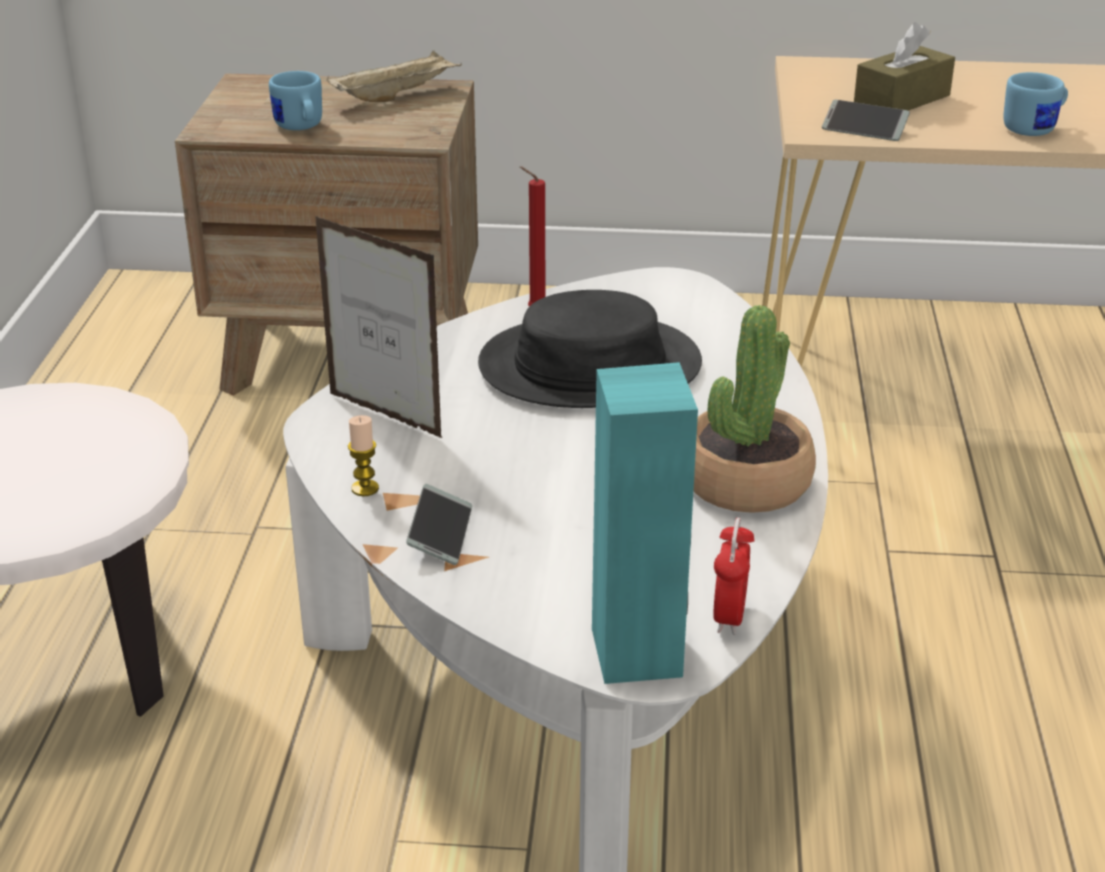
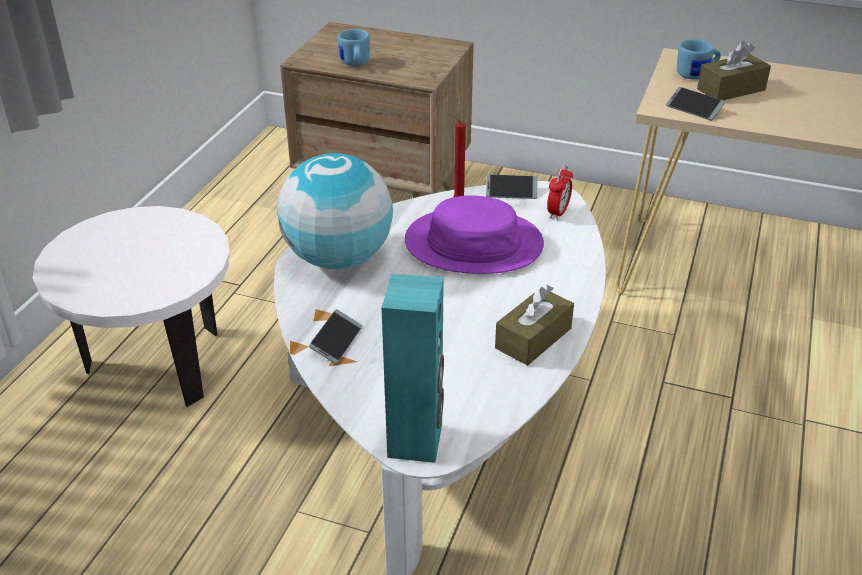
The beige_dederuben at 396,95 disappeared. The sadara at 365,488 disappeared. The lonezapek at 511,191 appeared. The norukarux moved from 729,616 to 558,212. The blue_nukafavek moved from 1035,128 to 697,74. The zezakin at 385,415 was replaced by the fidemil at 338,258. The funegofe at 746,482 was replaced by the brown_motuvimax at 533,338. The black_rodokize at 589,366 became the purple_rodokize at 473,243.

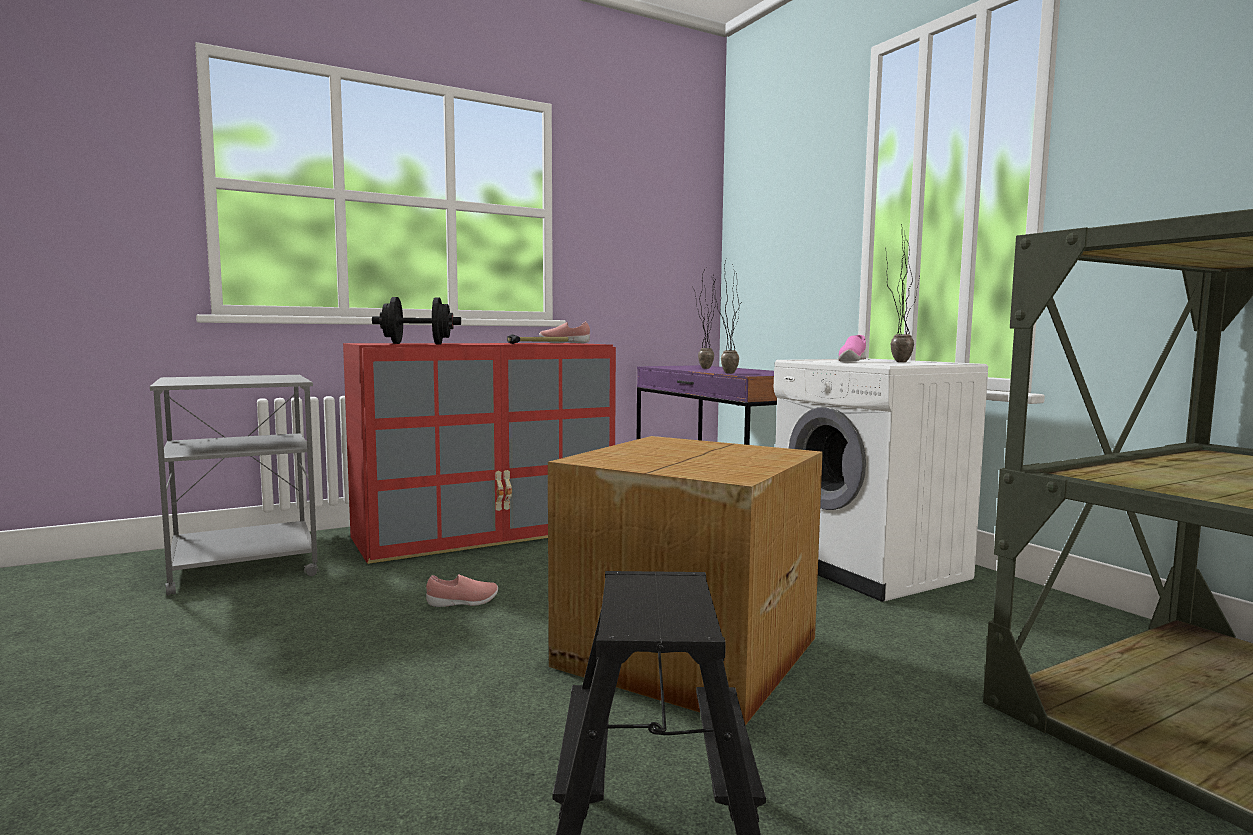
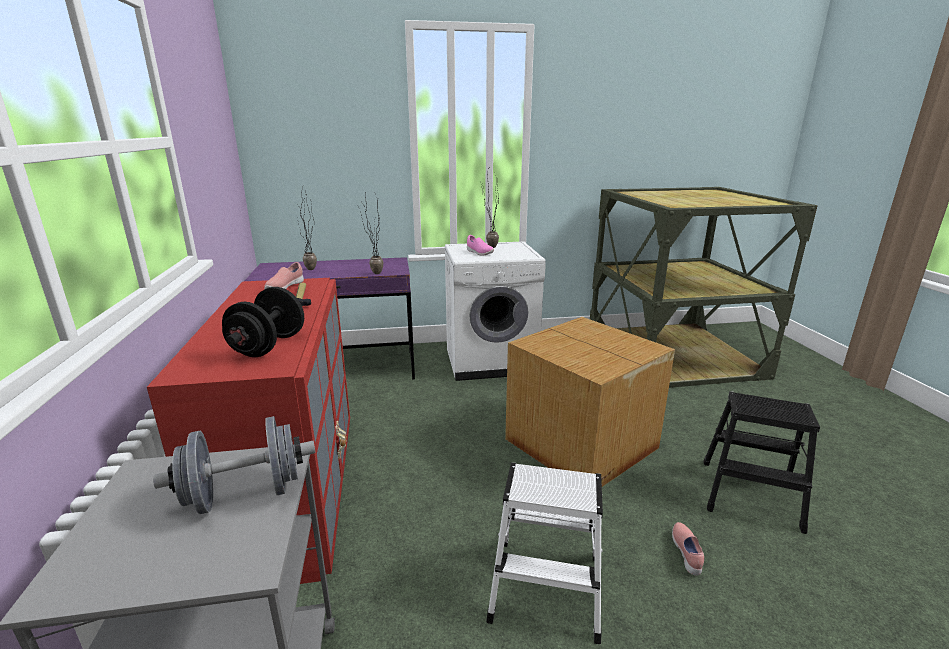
The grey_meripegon at 245,494 appeared. The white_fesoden at 545,585 appeared. The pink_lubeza moved from 463,603 to 687,553.

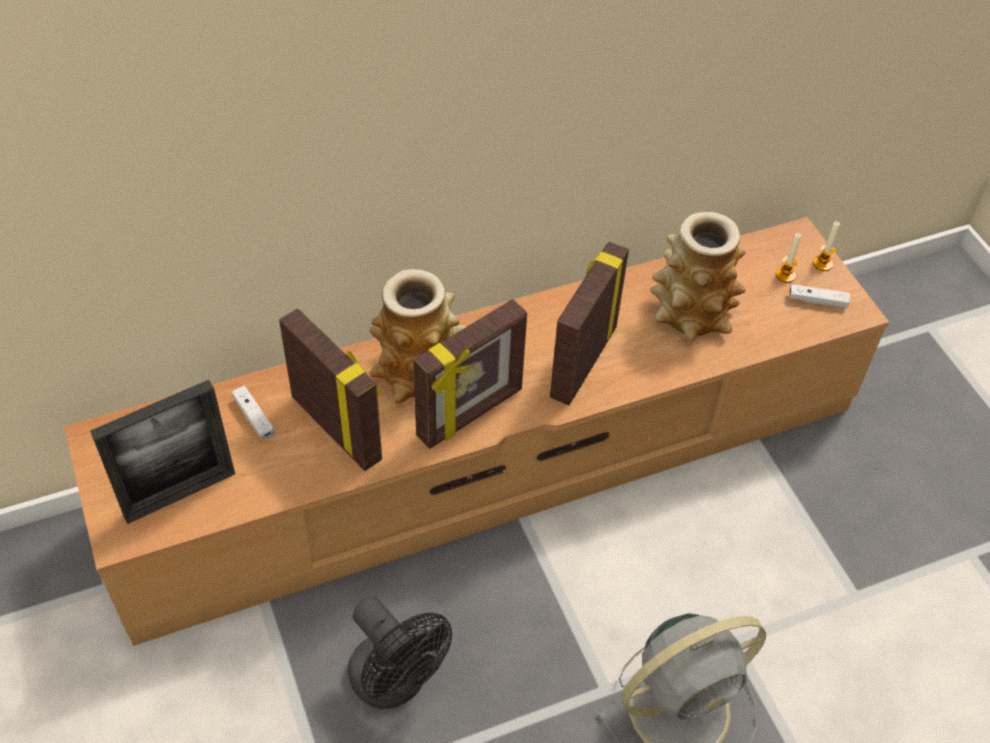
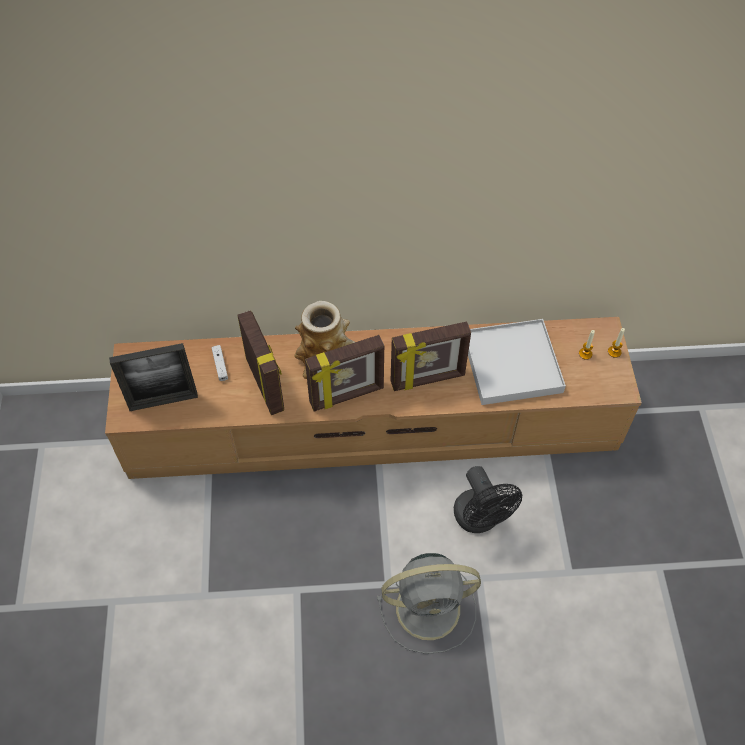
The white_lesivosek at 817,301 disappeared. The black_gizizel moved from 396,683 to 480,520. The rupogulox at 691,312 was replaced by the white_dederuben at 511,364. The zezakin at 581,362 turned 150 degrees counterclockwise.

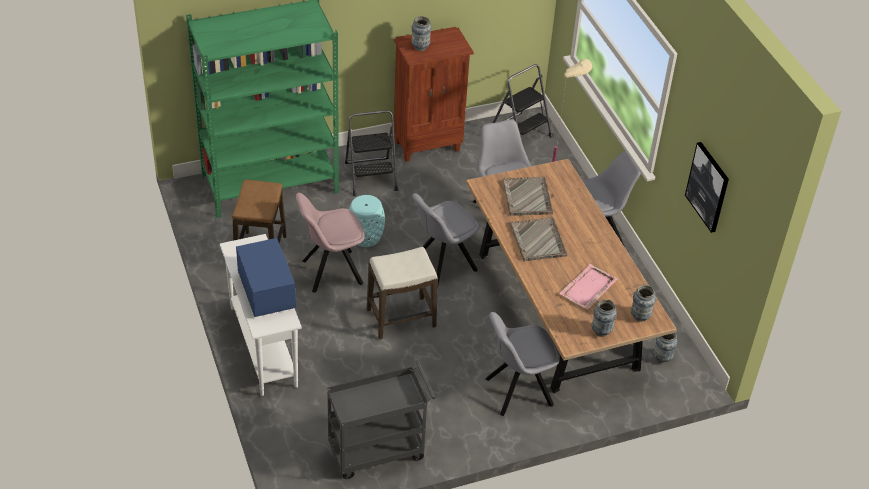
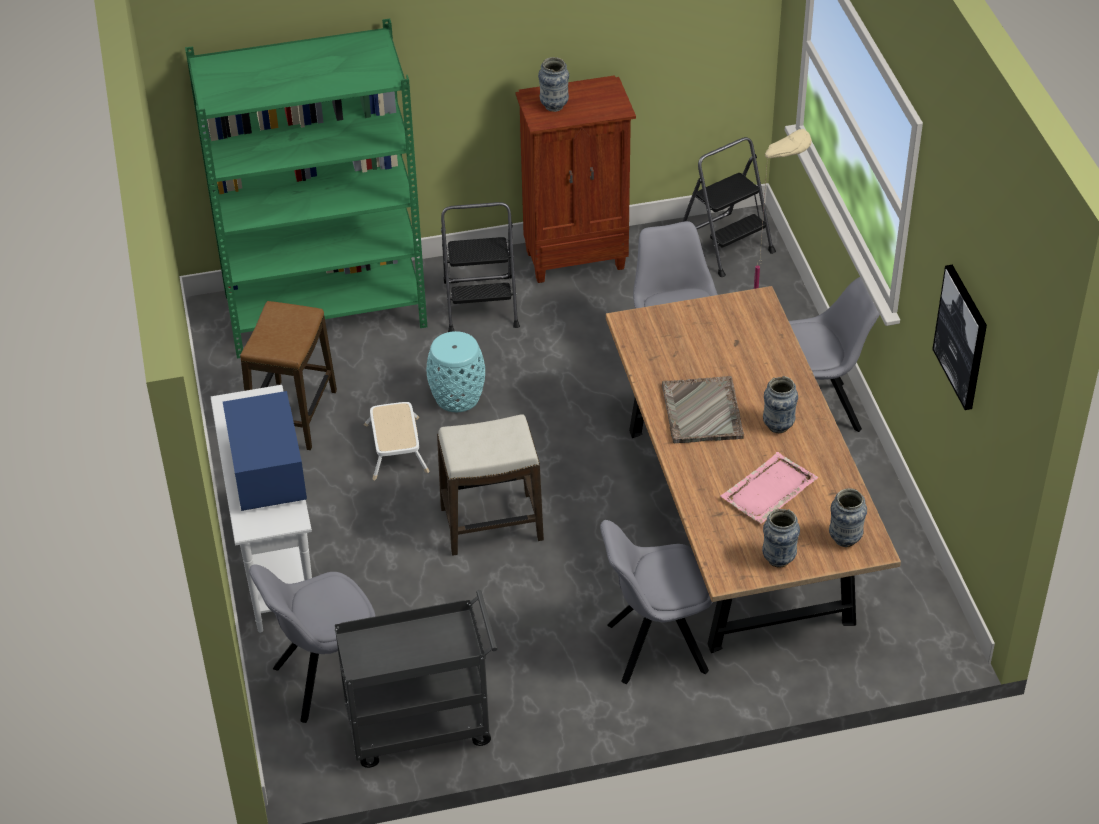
The grey_dederuben at 527,197 disappeared. The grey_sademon moved from 442,265 to 326,679. The rupogulox moved from 662,358 to 778,426. The pink_sademon at 331,272 was replaced by the beige_fesoden at 396,448.

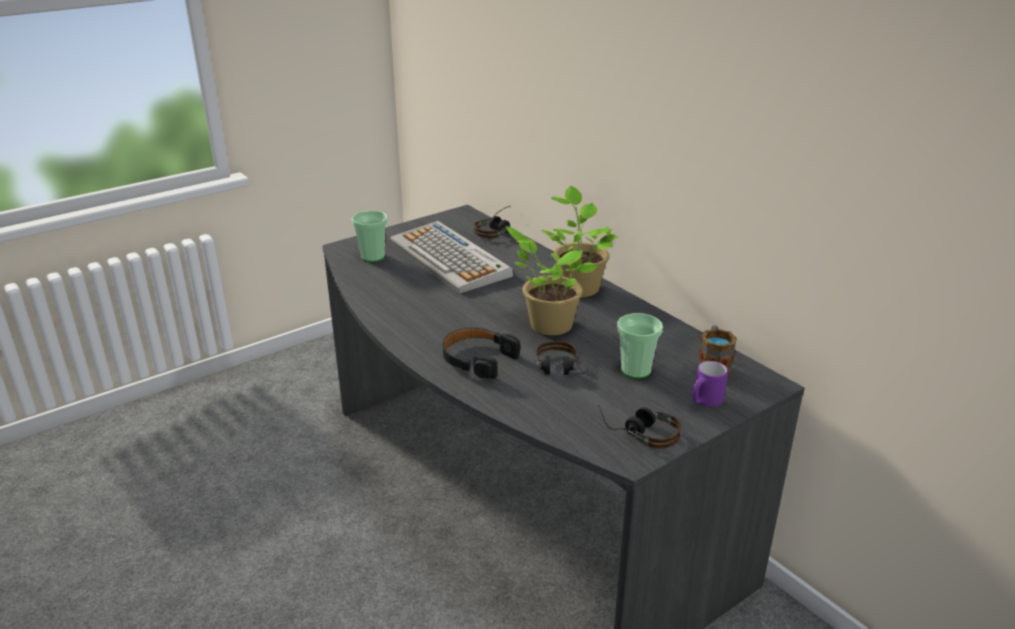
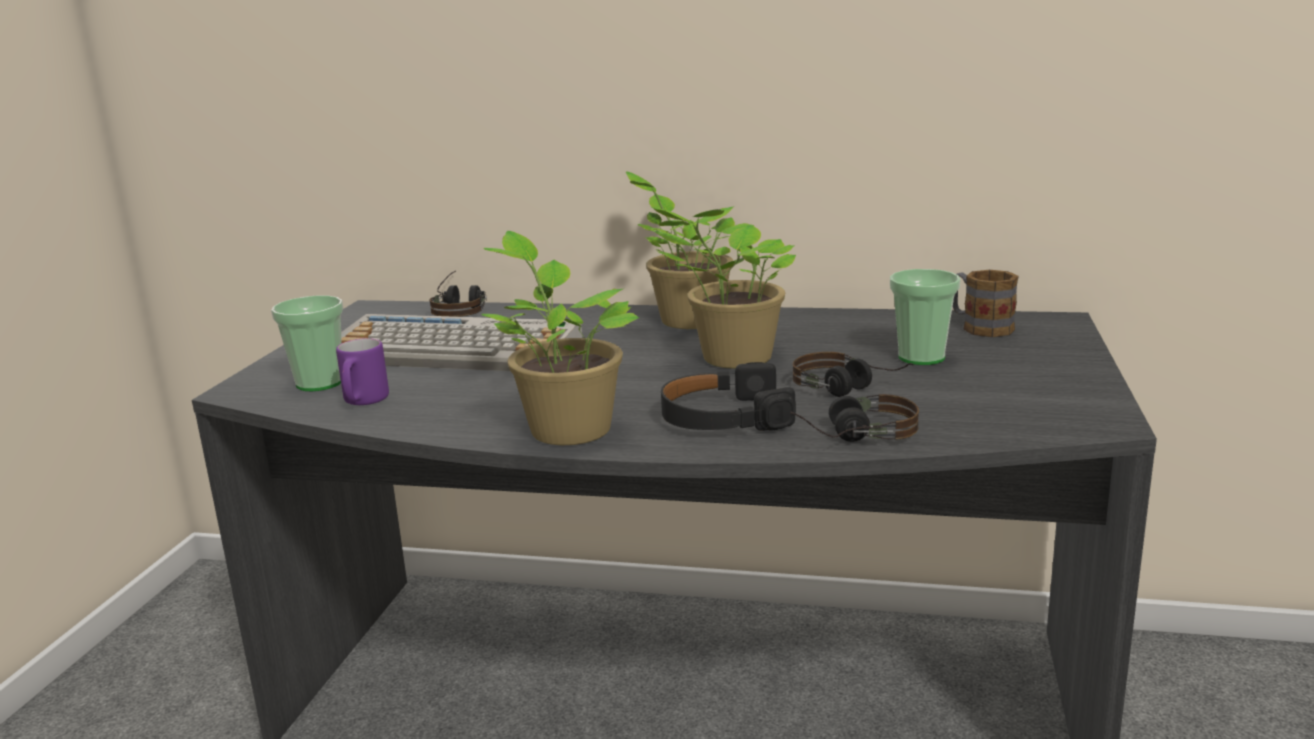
The funegofe at 566,428 appeared. The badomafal moved from 638,432 to 852,436. The purple_nukafavek moved from 704,402 to 363,402.

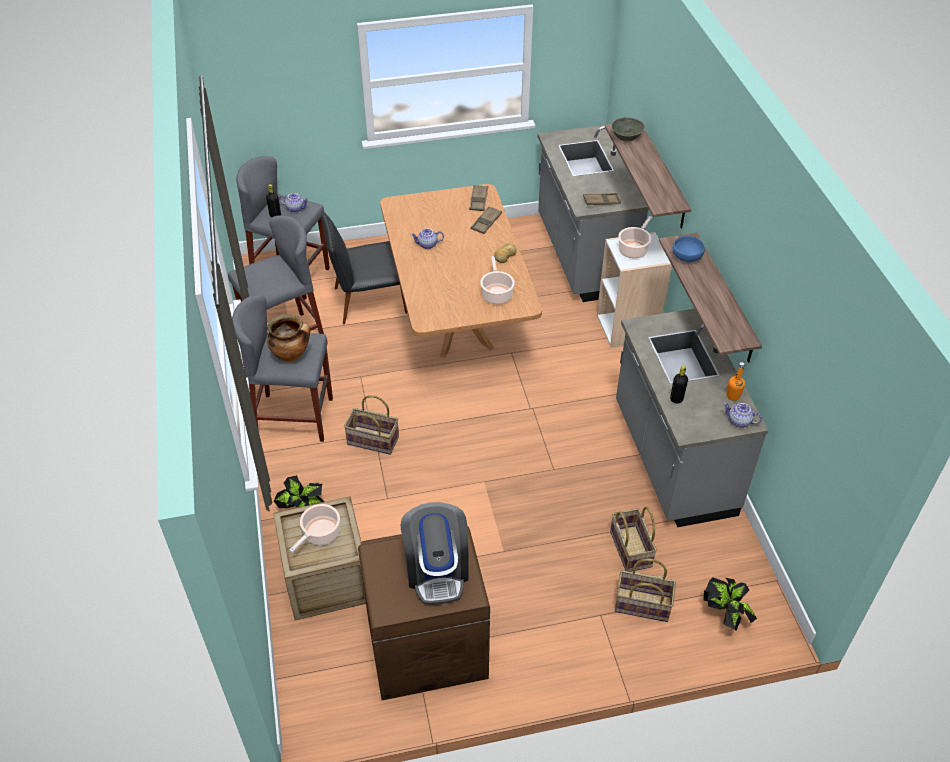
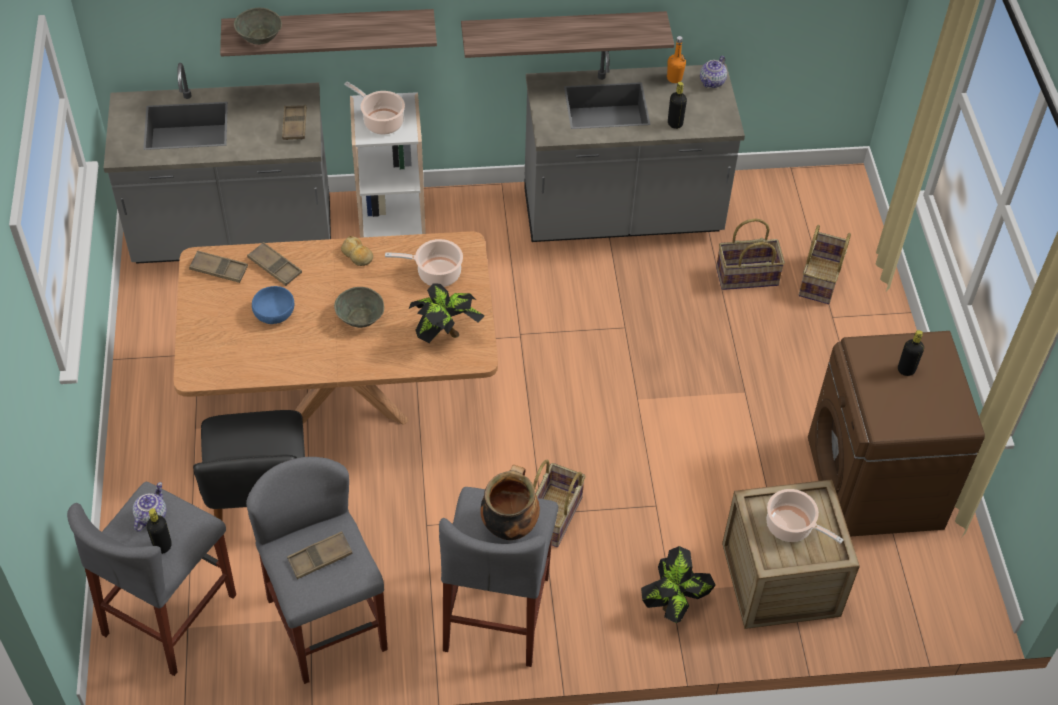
The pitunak at 427,245 disappeared. The brown_dederuben at 320,558 appeared. The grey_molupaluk at 361,317 appeared. The blue_molupaluk moved from 687,256 to 275,313. The funegofe moved from 724,616 to 445,334. The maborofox at 437,570 was replaced by the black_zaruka at 906,370.

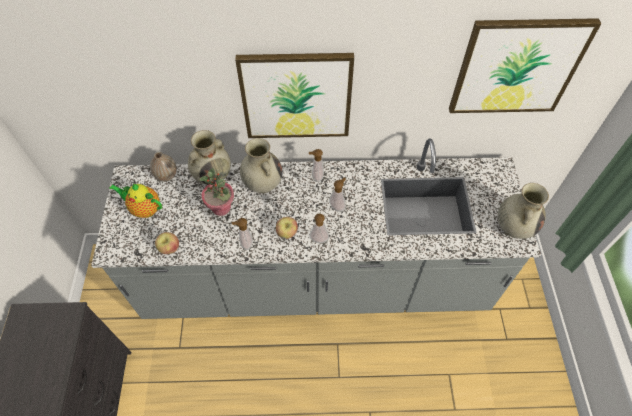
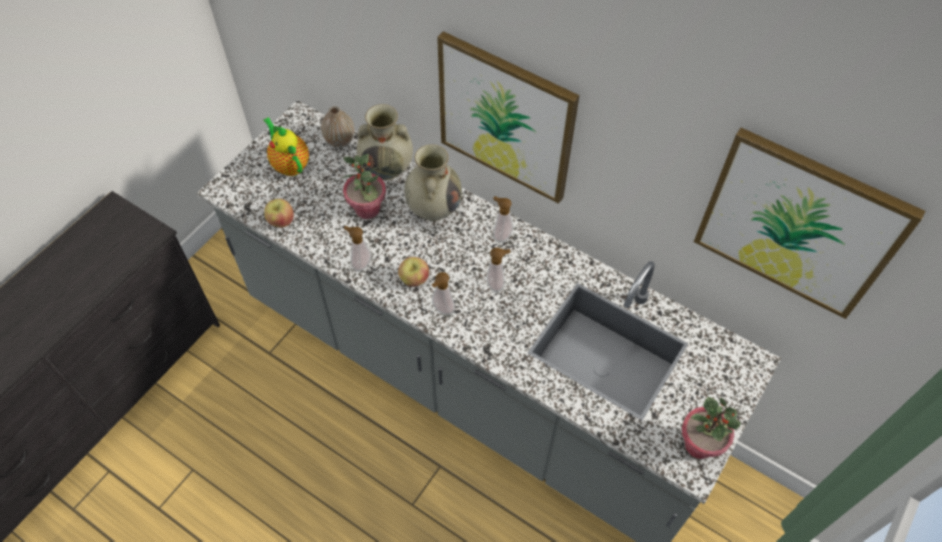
The beige_rupogulox at 514,227 was replaced by the funegofe at 699,445.

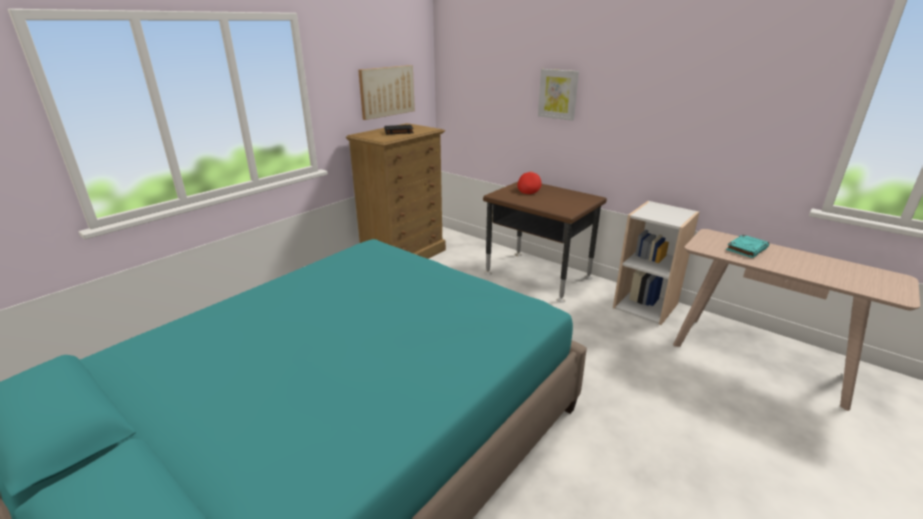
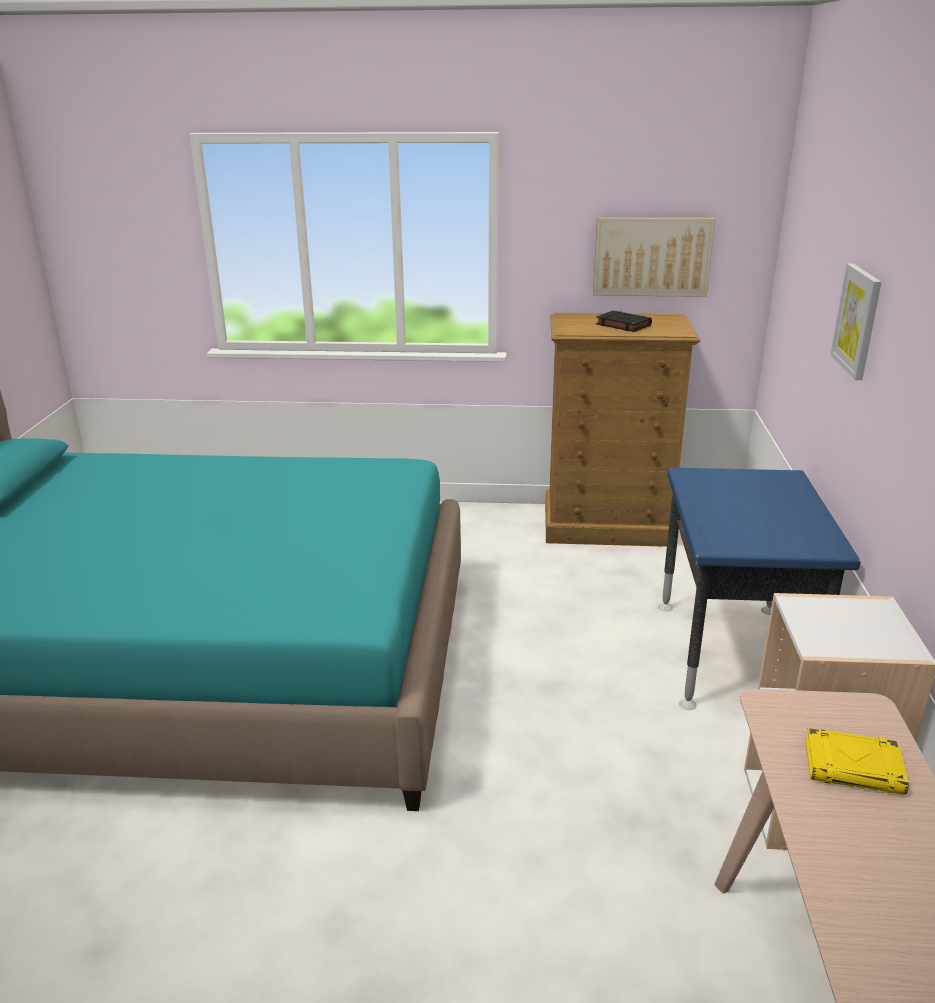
The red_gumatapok at 529,189 disappeared. The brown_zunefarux at 538,275 became the blue_zunefarux at 732,654. The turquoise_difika at 746,249 became the yellow_difika at 854,767.

